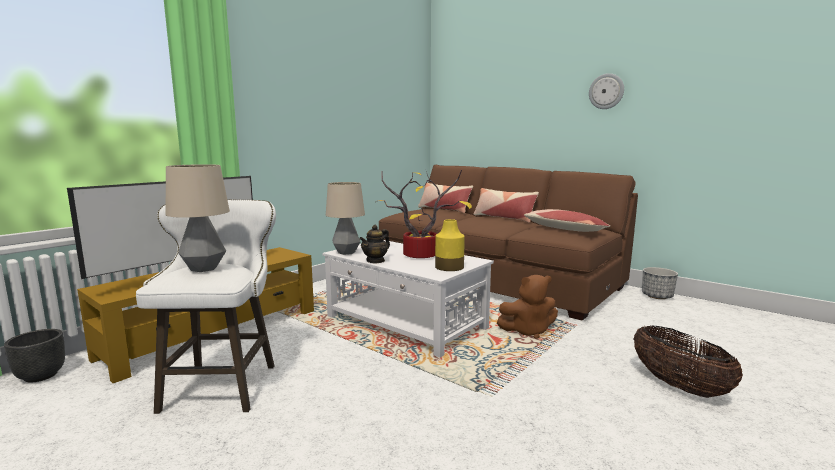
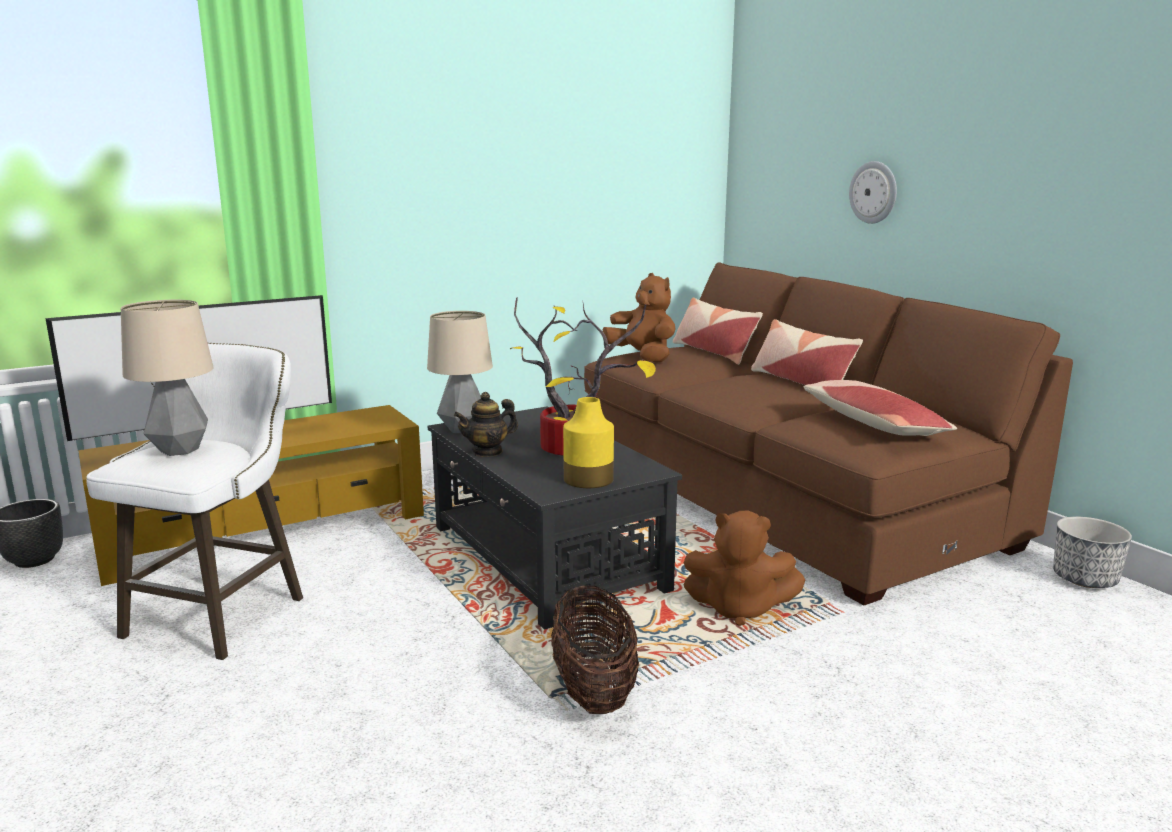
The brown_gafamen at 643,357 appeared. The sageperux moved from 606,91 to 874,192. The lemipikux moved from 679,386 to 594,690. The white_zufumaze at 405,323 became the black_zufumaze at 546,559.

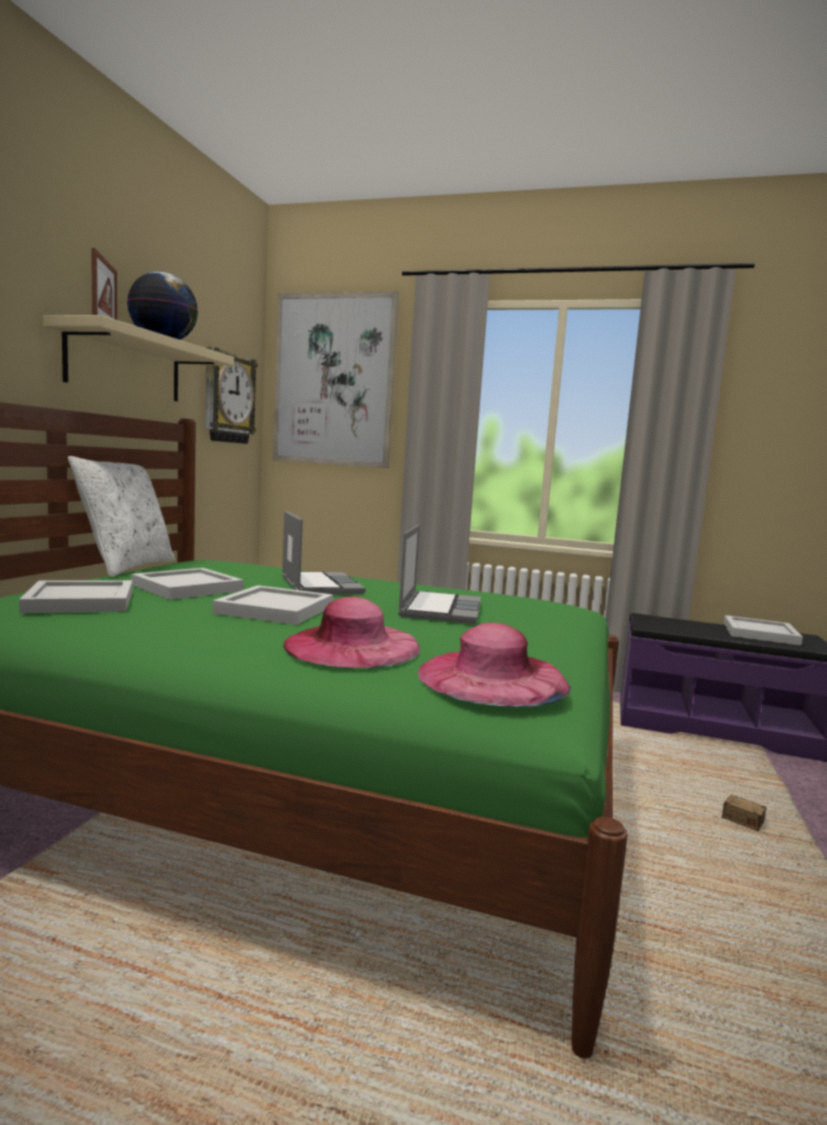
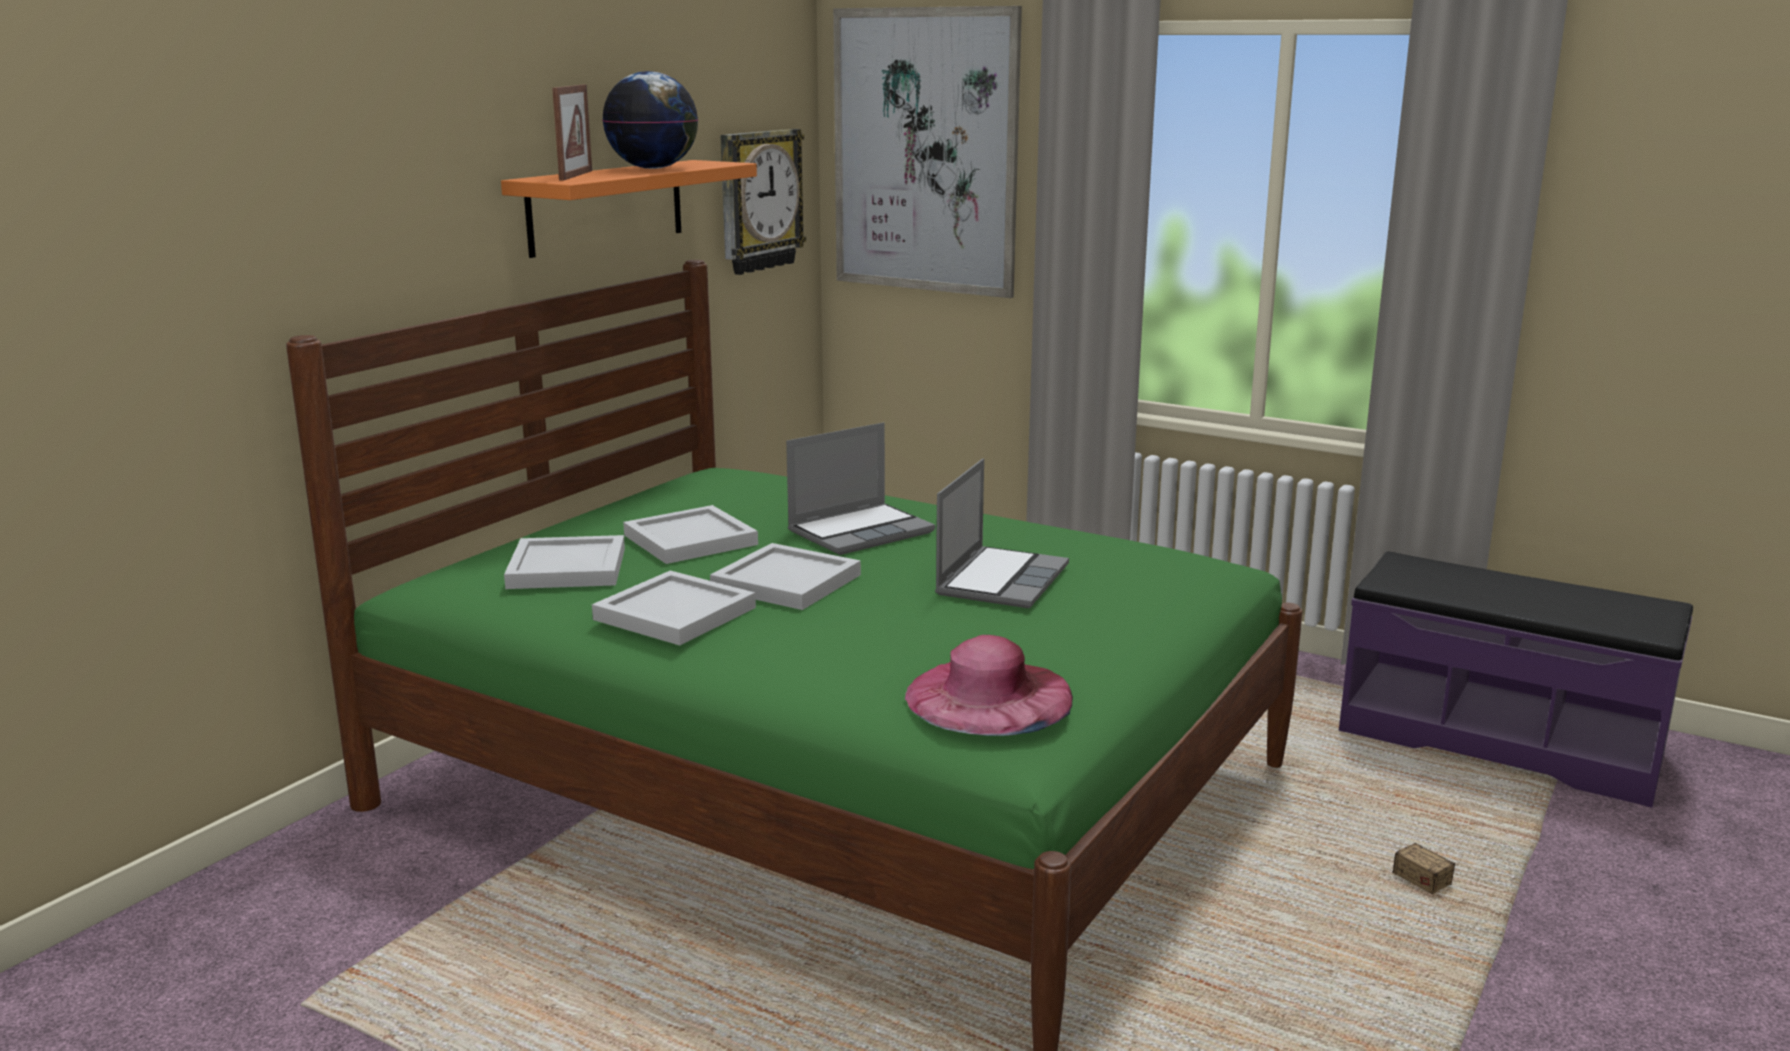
The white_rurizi at 126,567 disappeared. The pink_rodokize at 352,646 disappeared. The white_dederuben moved from 761,634 to 675,614. The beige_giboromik at 126,365 became the orange_giboromik at 606,207. The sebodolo at 319,585 turned 60 degrees clockwise.

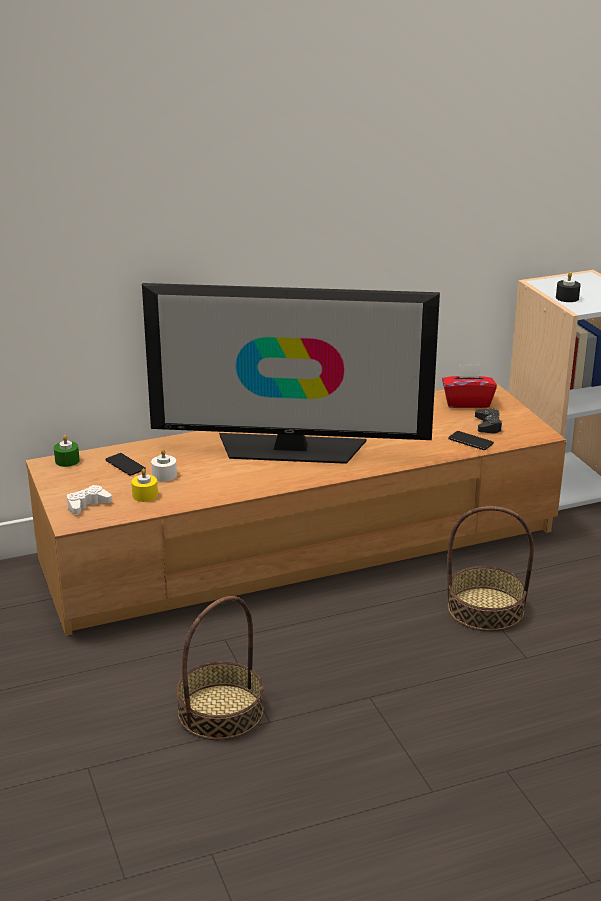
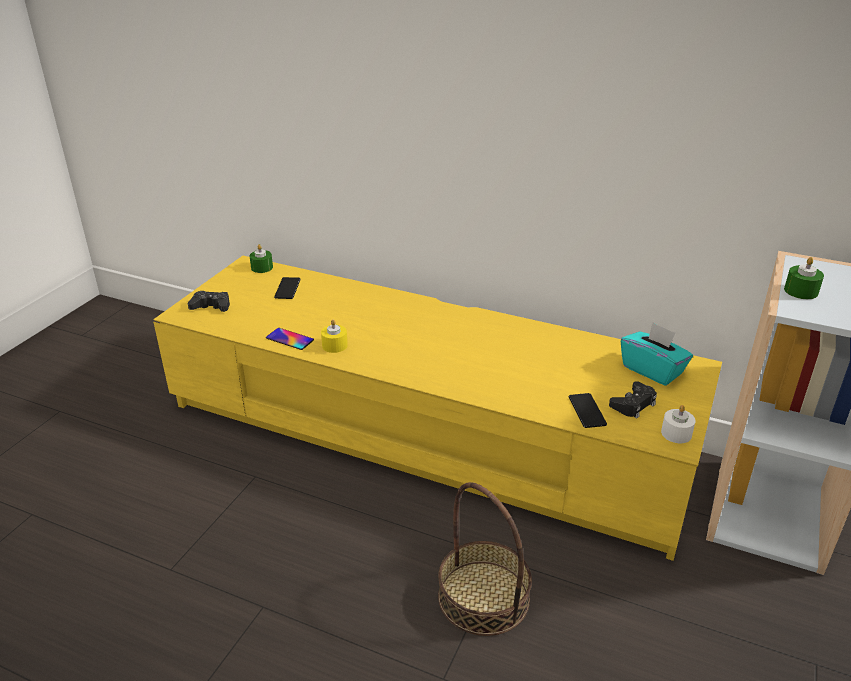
The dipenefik at 290,449 disappeared. The lemipikux at 220,711 disappeared. The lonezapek at 289,339 appeared. The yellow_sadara moved from 145,495 to 334,345. The white_sadara moved from 164,475 to 676,433. The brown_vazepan at 300,546 became the yellow_vazepan at 426,433. The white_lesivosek at 87,505 became the black_lesivosek at 211,306. The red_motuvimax at 467,402 became the turquoise_motuvimax at 652,370. The black_sadara at 567,298 became the green_sadara at 801,291.

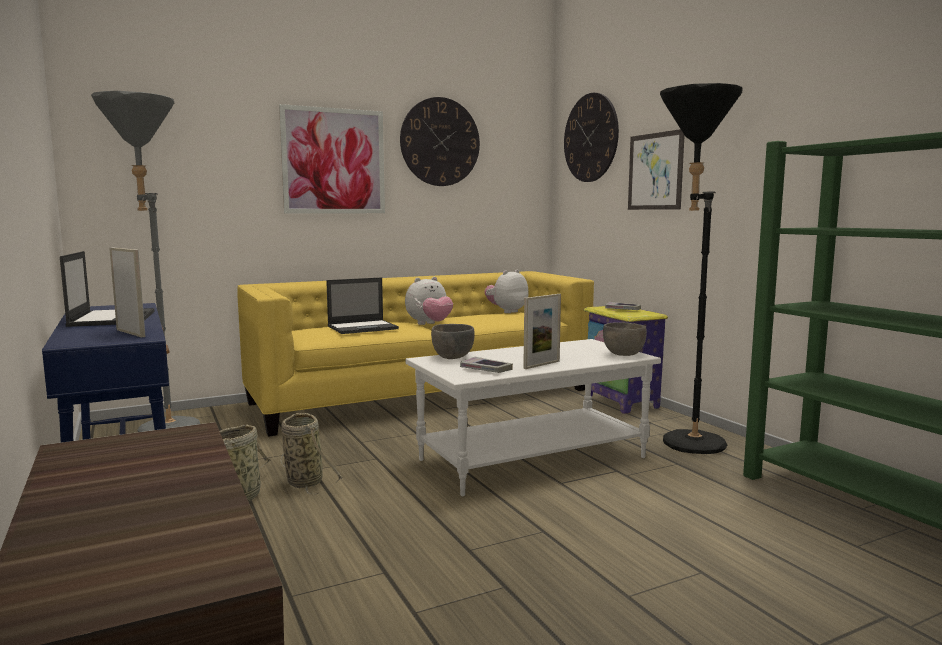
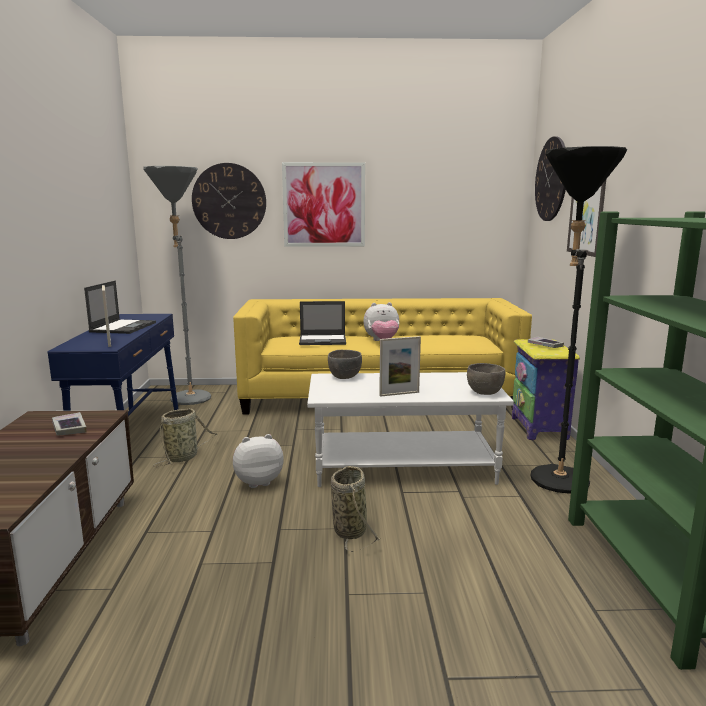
The lemipikux moved from 303,481 to 349,529. The sageperux moved from 440,142 to 229,201. The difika moved from 486,369 to 69,428. The gafamen moved from 506,311 to 258,481.

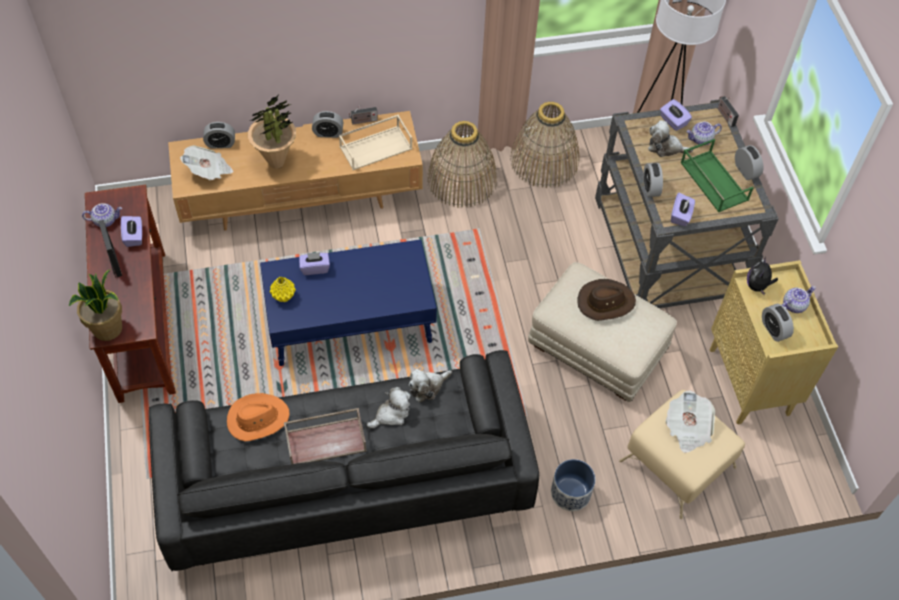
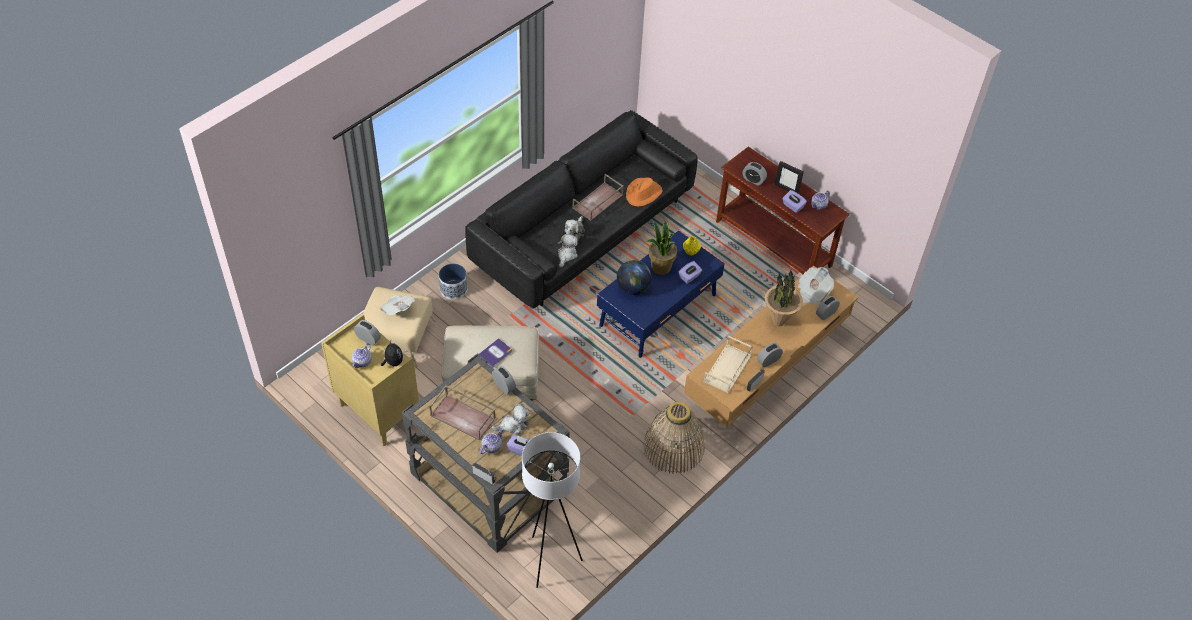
The lemipikux at 544,161 disappeared. The purple_motuvimax at 680,216 disappeared. The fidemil at 633,288 appeared. The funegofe moved from 108,329 to 660,267. The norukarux moved from 745,171 to 753,180. The brown_rodokize at 605,302 was replaced by the difika at 495,353. The green_dederuben at 713,181 became the brown_dederuben at 463,416.

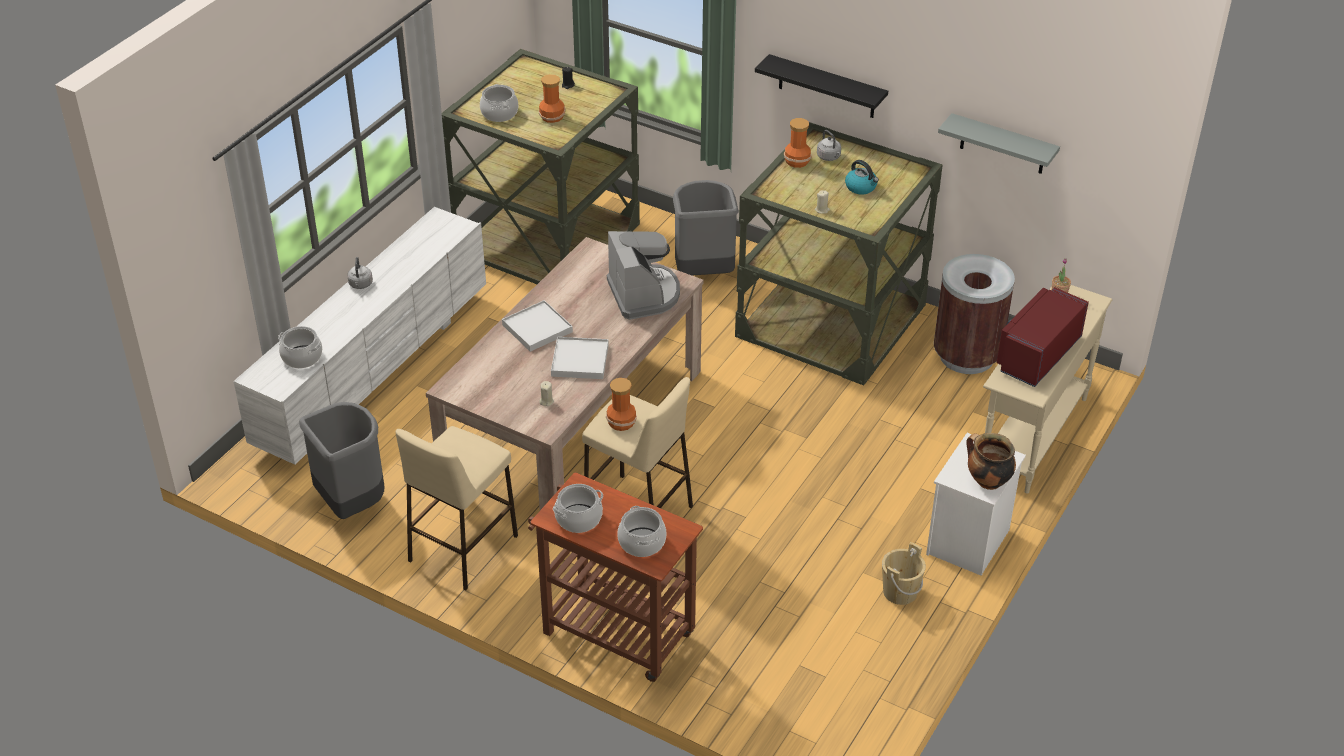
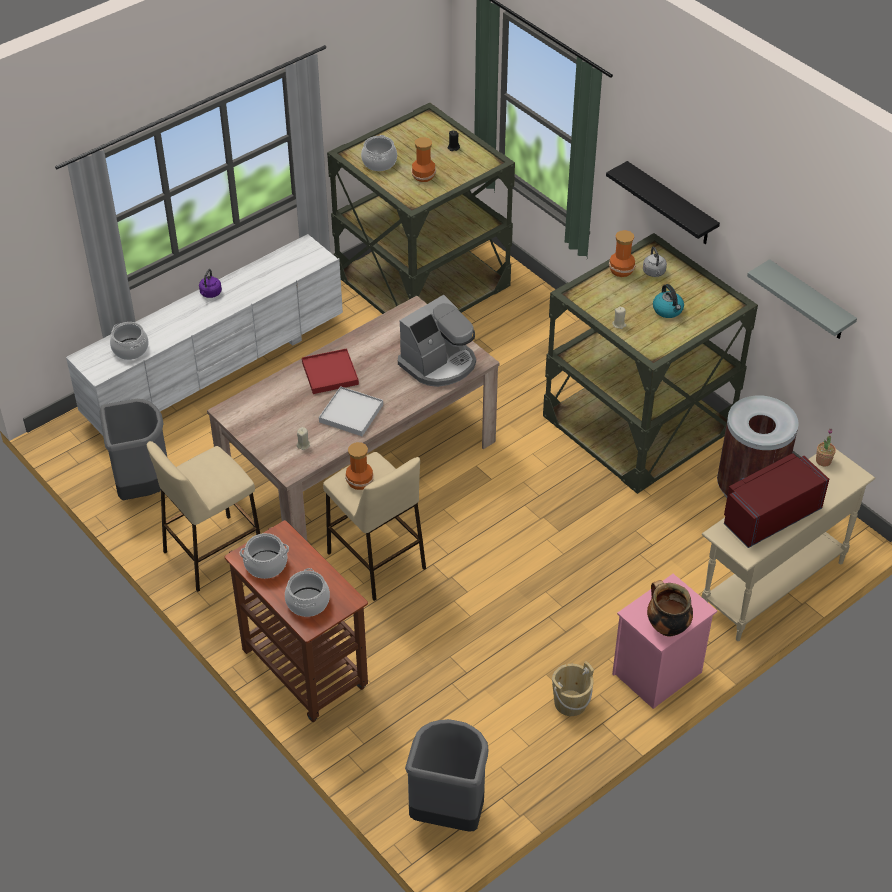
The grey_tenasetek moved from 703,273 to 448,813. The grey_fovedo at 360,285 became the purple_fovedo at 210,294. The white_dederuben at 537,328 became the red_dederuben at 330,373. The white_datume at 968,543 became the pink_datume at 657,674. The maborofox at 644,294 turned 45 degrees clockwise.

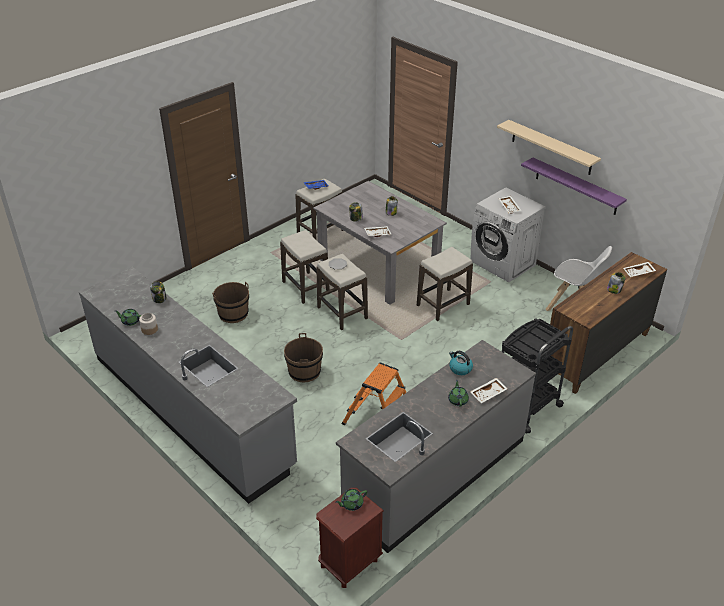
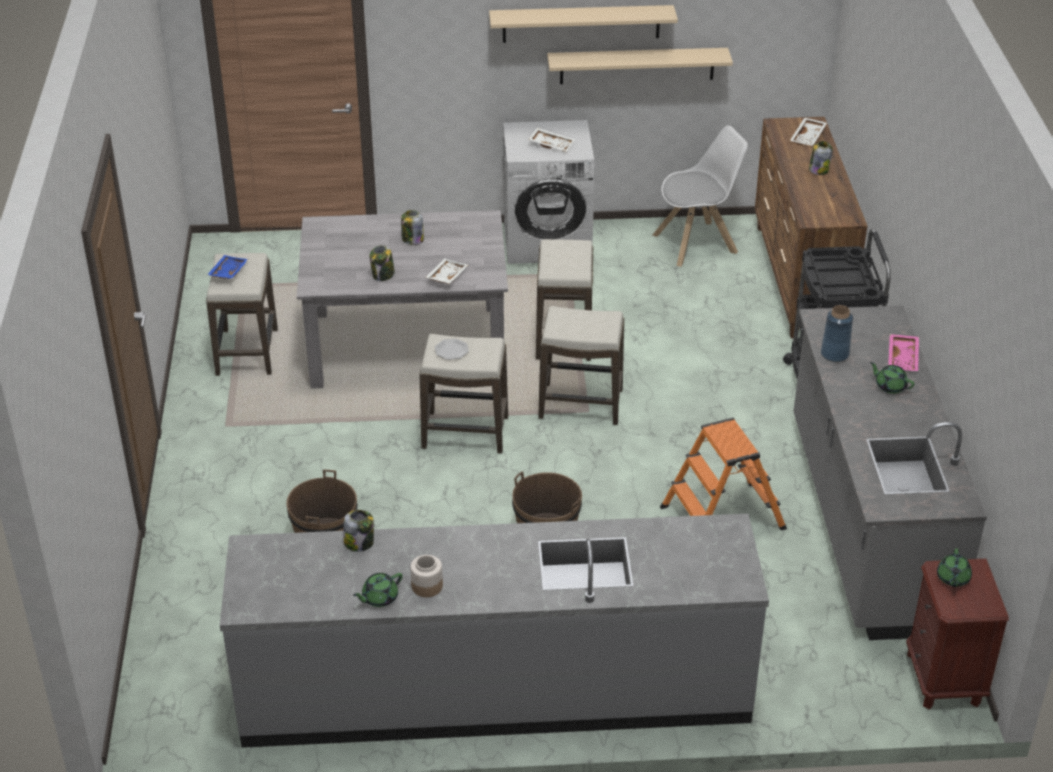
The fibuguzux moved from 305,287 to 580,404. The fovedo at 460,368 was replaced by the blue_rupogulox at 835,354. The white_dederuben at 488,394 became the pink_dederuben at 903,358. The purple_giboromik at 576,186 became the beige_giboromik at 637,65.

